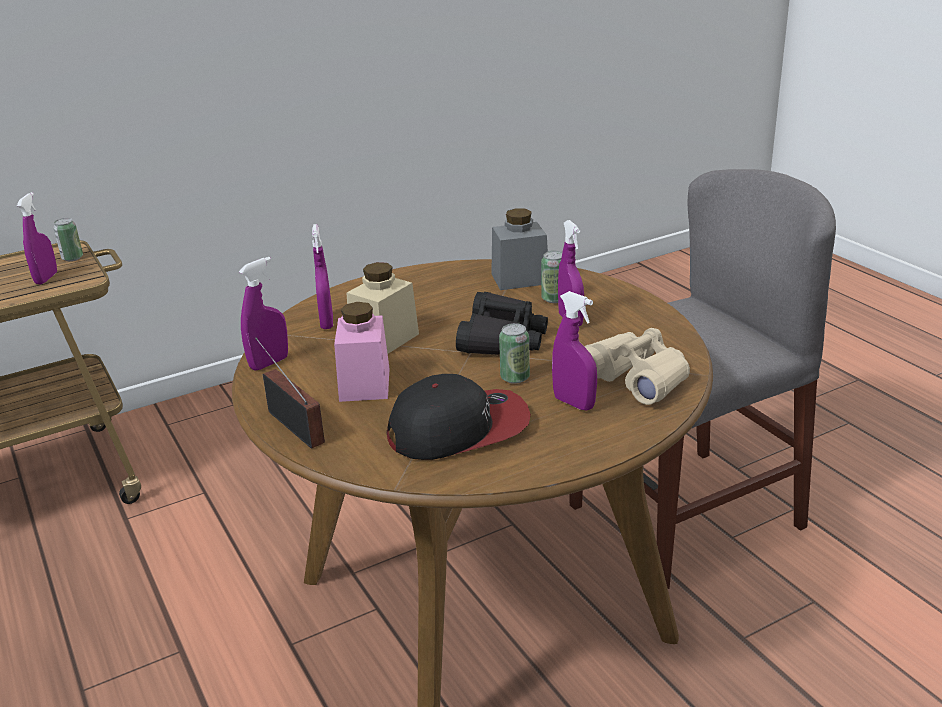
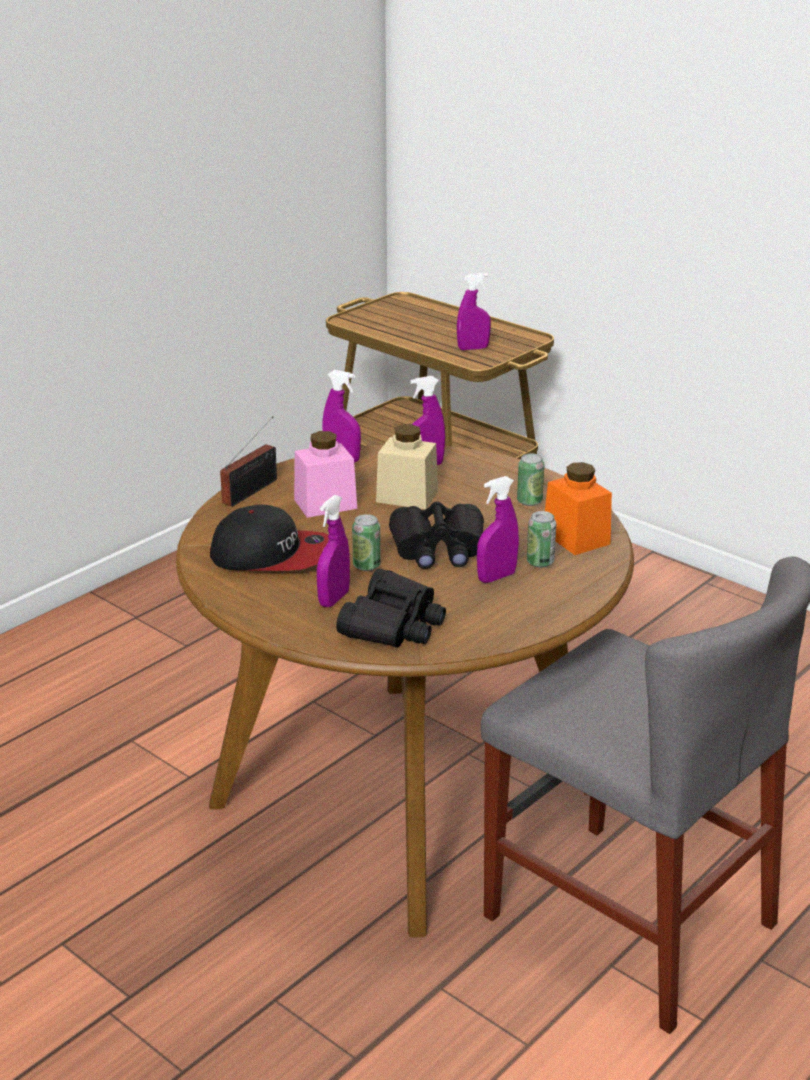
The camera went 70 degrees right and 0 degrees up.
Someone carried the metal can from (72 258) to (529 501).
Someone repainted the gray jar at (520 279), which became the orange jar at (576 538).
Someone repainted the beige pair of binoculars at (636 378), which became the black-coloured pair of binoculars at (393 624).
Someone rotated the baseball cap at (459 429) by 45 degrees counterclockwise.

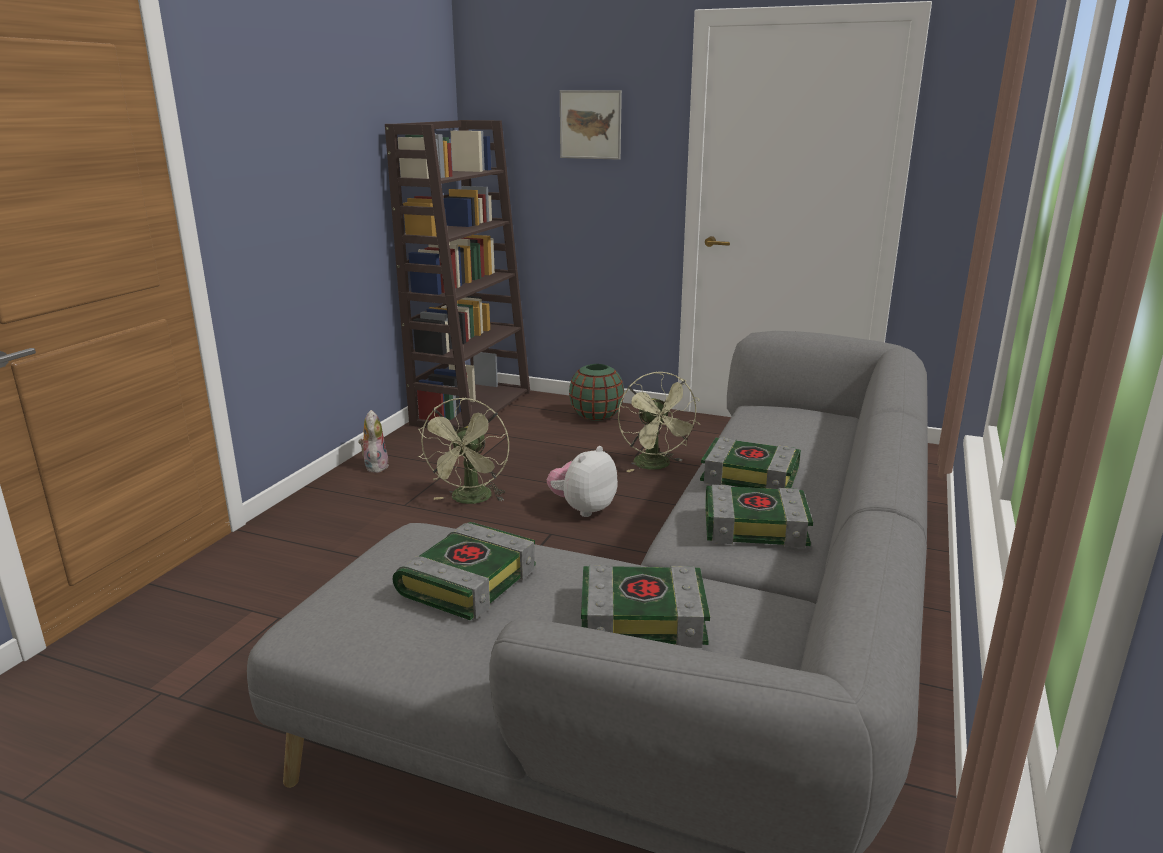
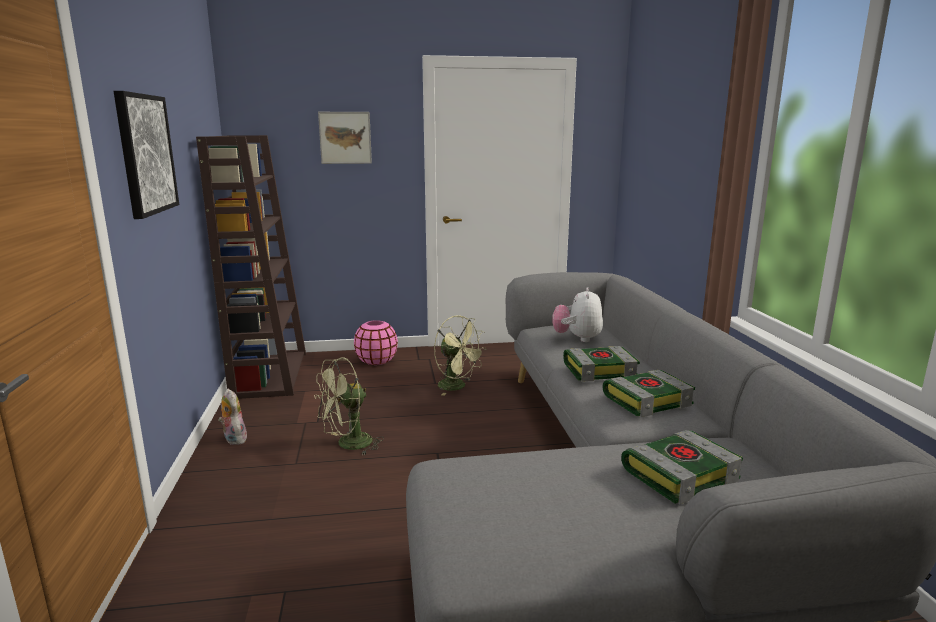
The camera went 30 degrees left and 5 degrees down.
Someone took away the volume at (467 580).
Someone put up the wall art at (145 154).
Someone carried the plush toy from (583 509) to (577 338).
Someone repainted the green-coloured vase at (596 416), which became the pink vase at (376 361).
Someone rotated the green-coloured electric fan at (470 500) by 75 degrees clockwise.

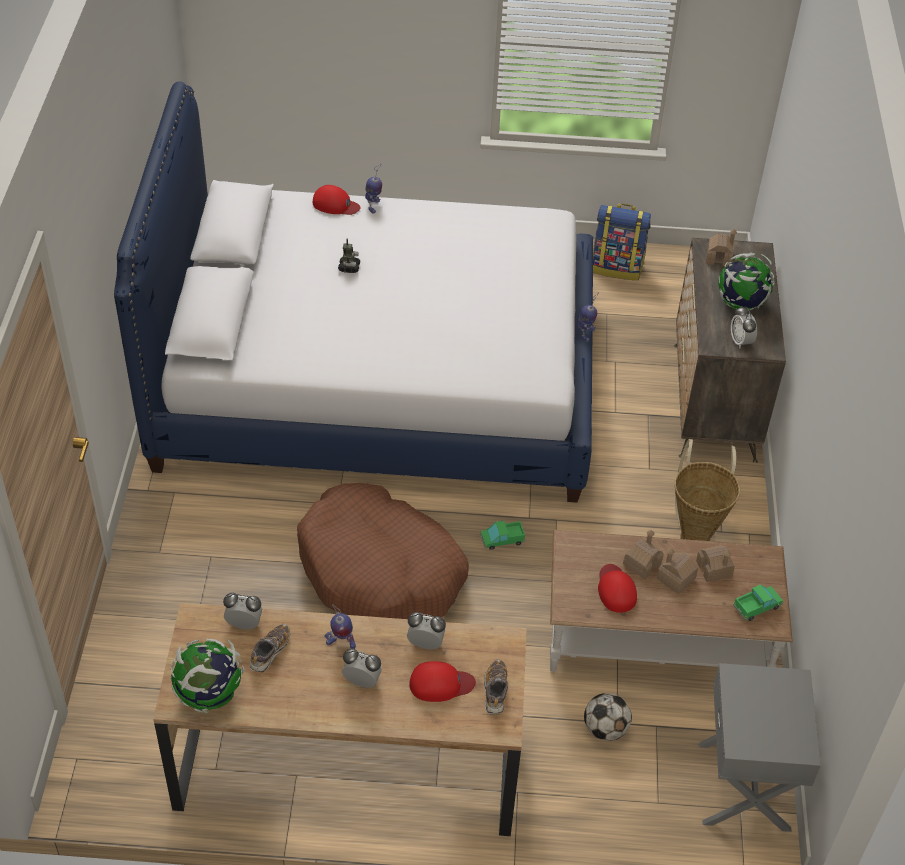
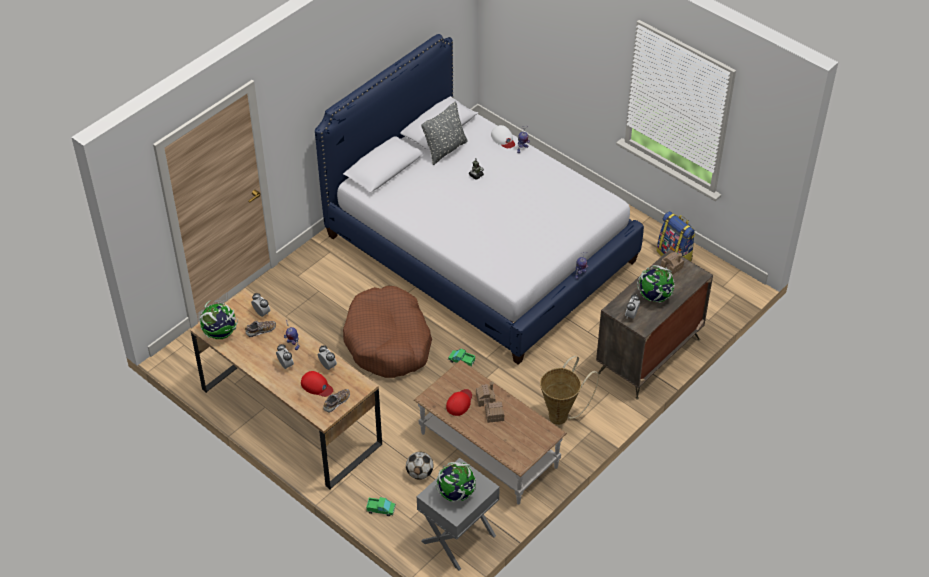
The camera went 40 degrees right and 0 degrees up.
Someone took away the model house at (714 568).
Someone put down the gray pillow at (445 150).
Someone put down the world globe at (456 494).
Someone carried the model truck from (757 606) to (381 509).
Someone repainted the reddish baseball cap at (335 204), which became the white-coloured baseball cap at (503 139).

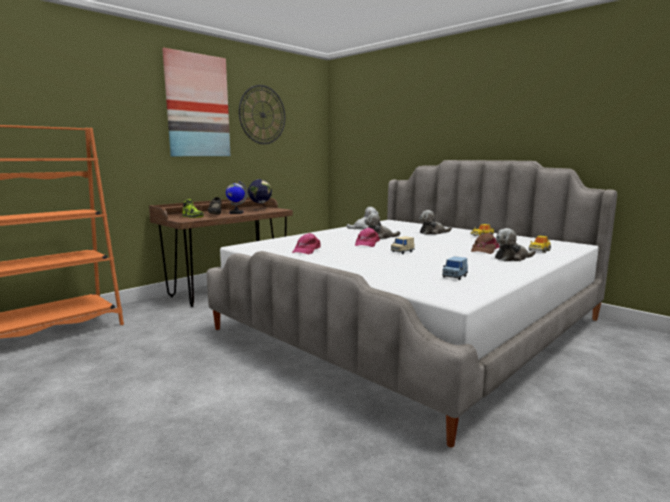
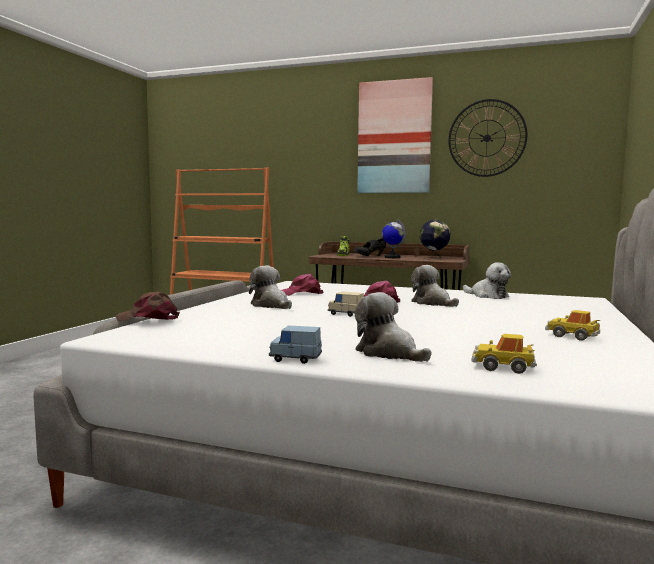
The camera went 65 degrees right and 5 degrees down.
Someone carried the plush toy from (433 233) to (271 305).
Someone carried the bluish model car from (454 277) to (295 359).
Someone carried the brown-coloured baseball cap from (484 250) to (148 318).

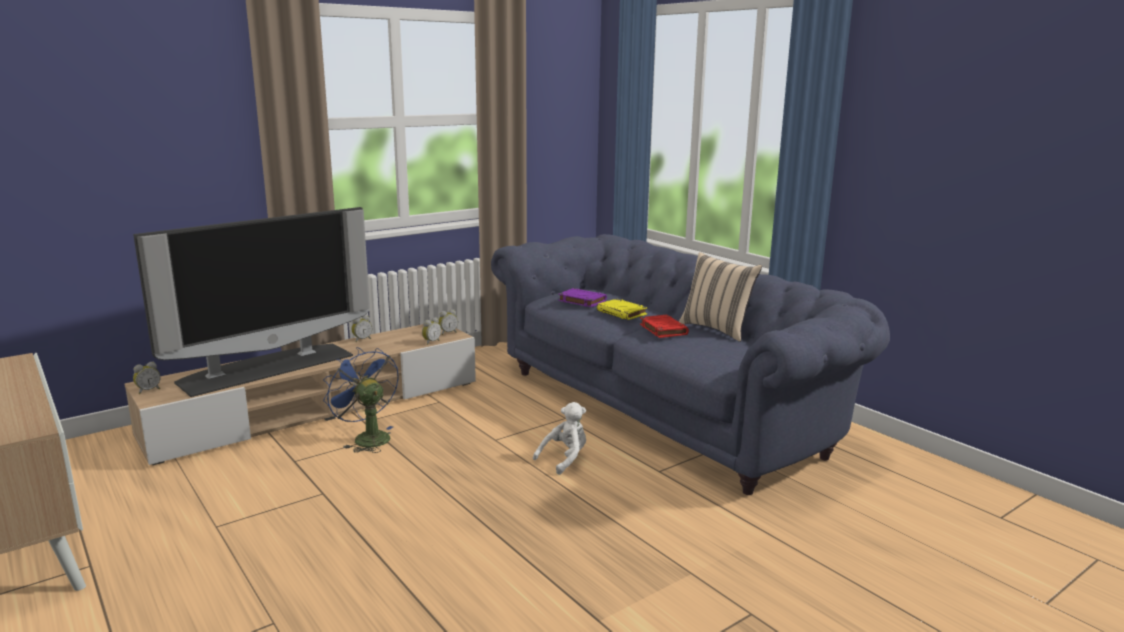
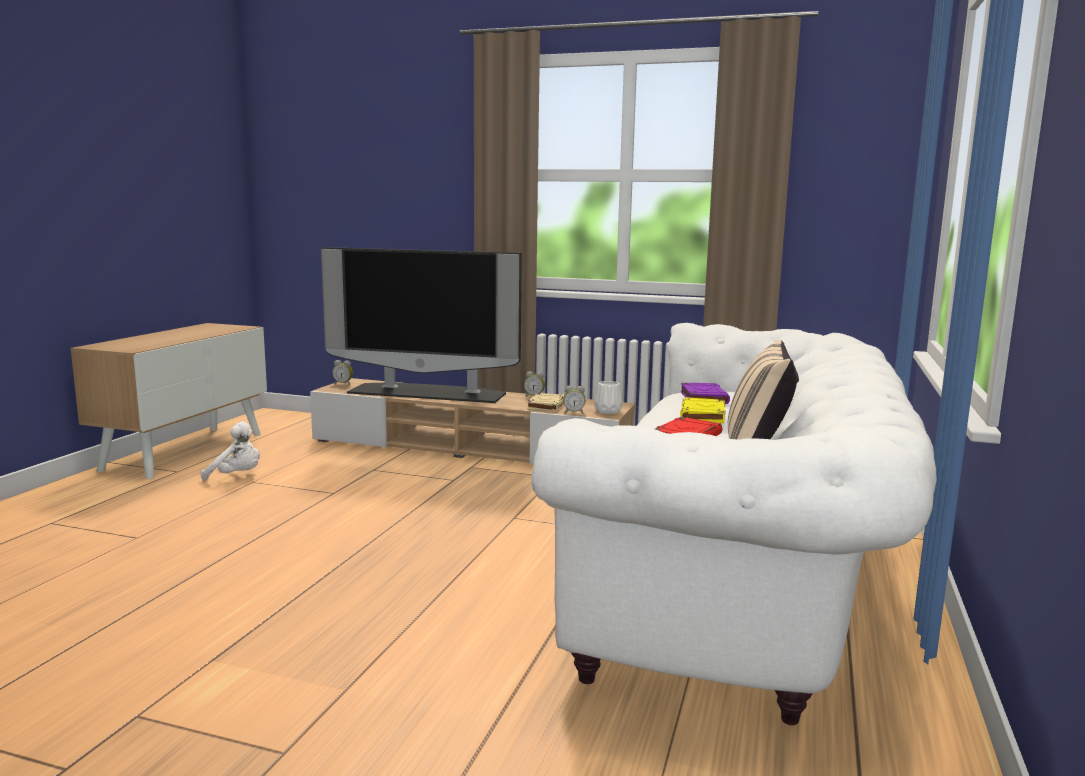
The camera went 55 degrees right and 5 degrees down.
Someone took away the bluish electric fan at (366 438).
Someone put down the beige volume at (546 405).
Someone carried the white-coloured plush toy from (564 459) to (237 476).
Someone swapped the table clock at (448 333) for the white-coloured vase at (608 411).
Someone repainted the bluish couch at (669 408), which became the white-coloured couch at (745 574).

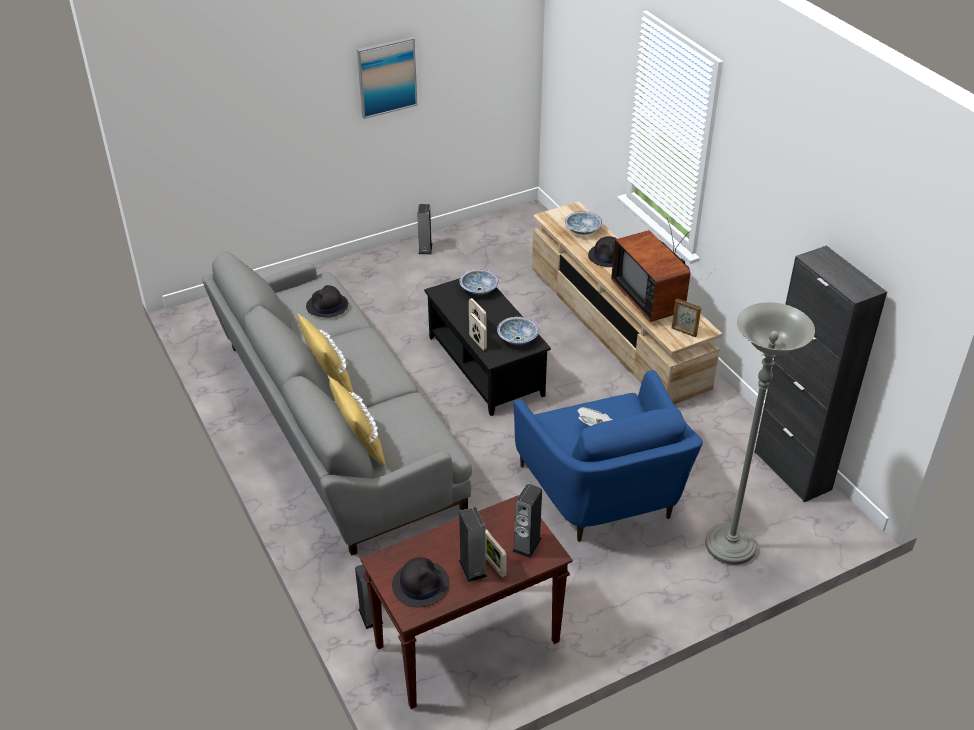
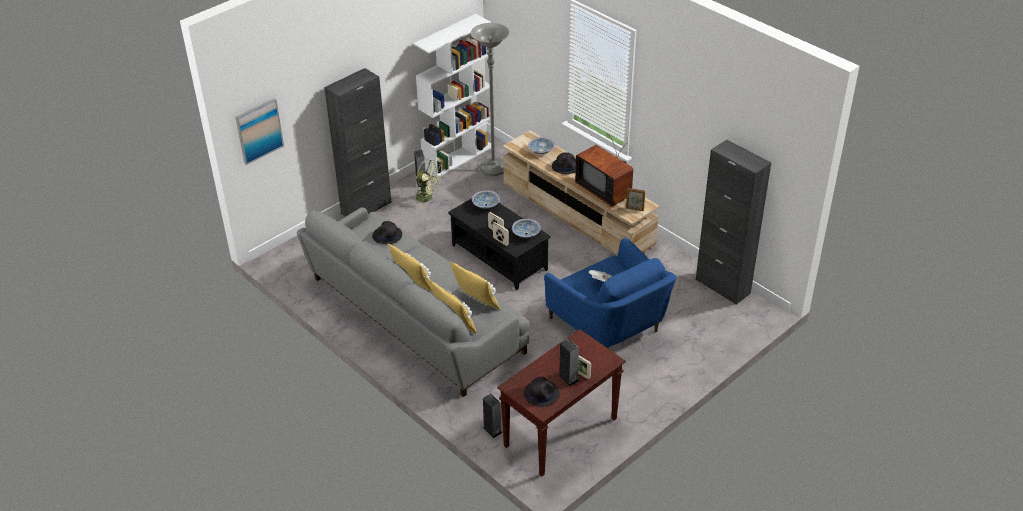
The camera went 15 degrees left and 0 degrees up.
Someone took away the speaker at (527 544).
Someone put down the black-coloured cupboard at (366 208).
Someone put down the white-coloured shelving unit at (458 157).
Someone put down the green-coloured electric fan at (428 198).
Someone put down the yellow pillow at (475 303).
Someone carried the wall art from (387 77) to (259 131).
Someone carried the gray standard lamp from (730 546) to (493 168).

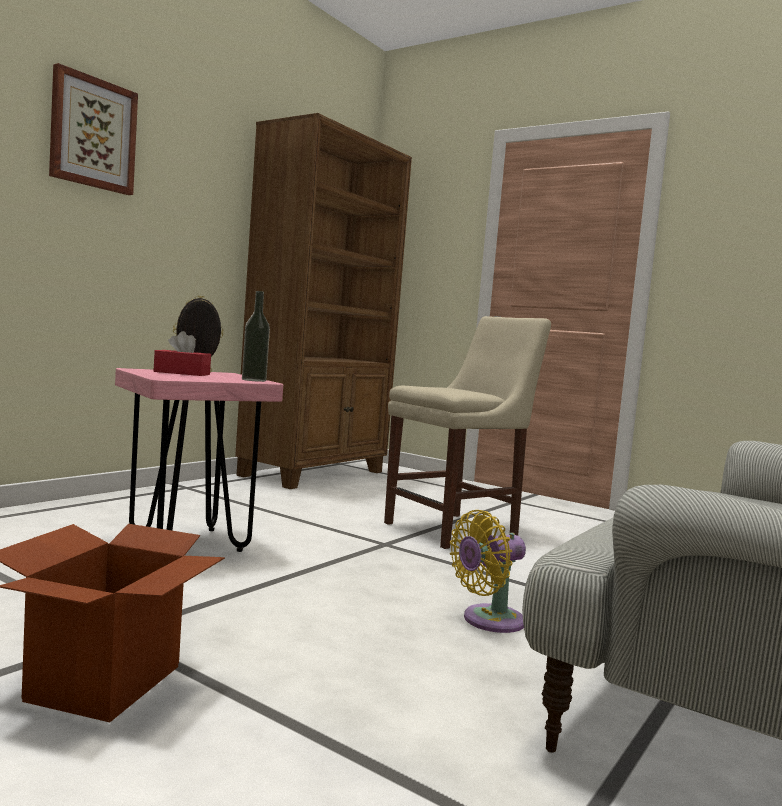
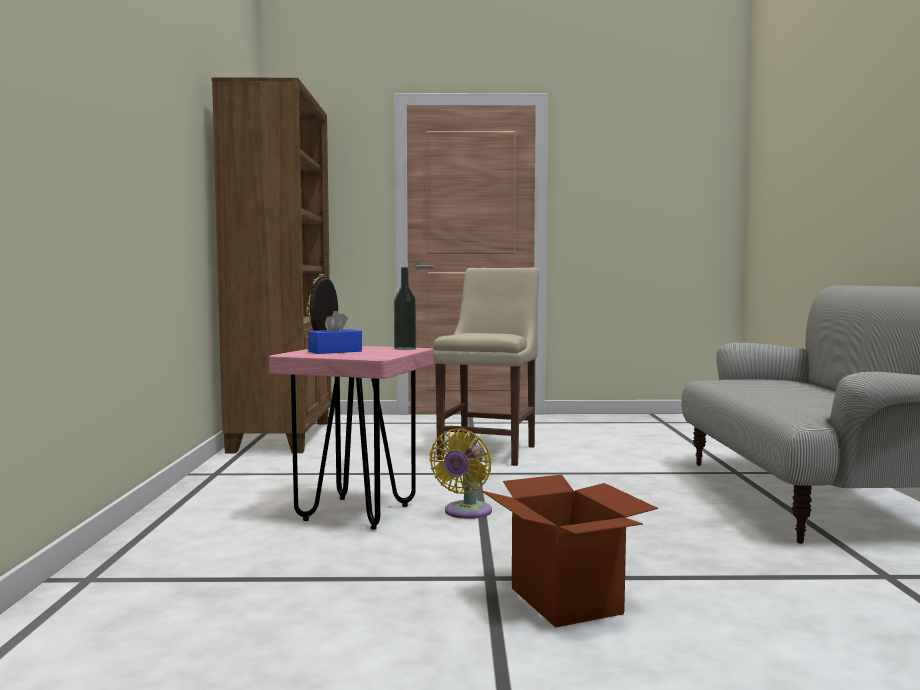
The camera went 35 degrees left and 0 degrees up.
Someone took away the wall art at (92 133).
Someone carried the yellow electric fan from (488 621) to (465 512).
Someone repainted the reddish box of tissues at (182 373), which became the bluish box of tissues at (335 351).

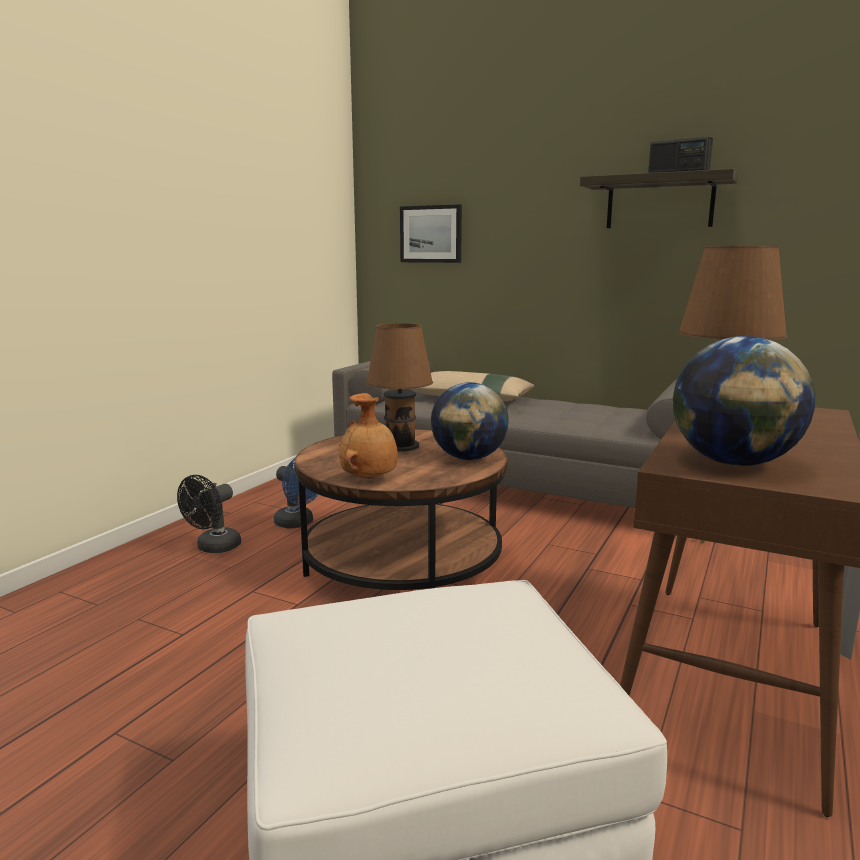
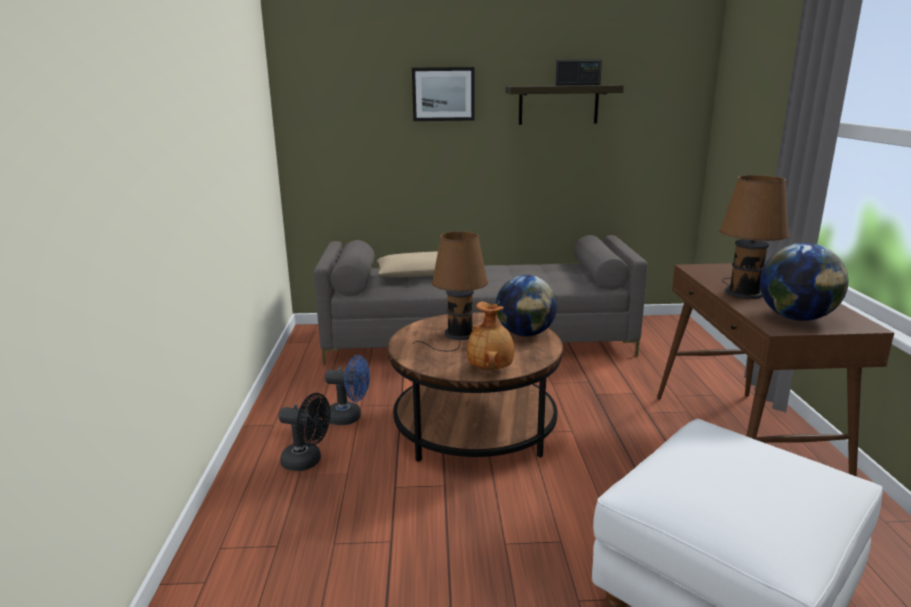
The camera went 30 degrees left and 5 degrees up.
Someone carried the wall art from (431 234) to (443 94).
Someone rotated the black-coloured electric fan at (214 548) by 75 degrees counterclockwise.

